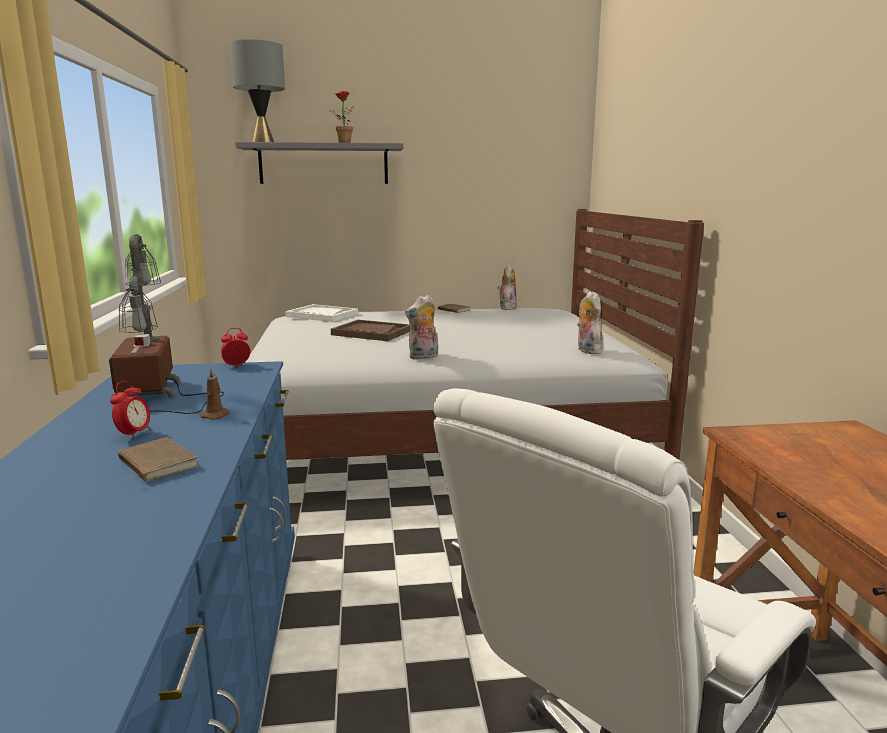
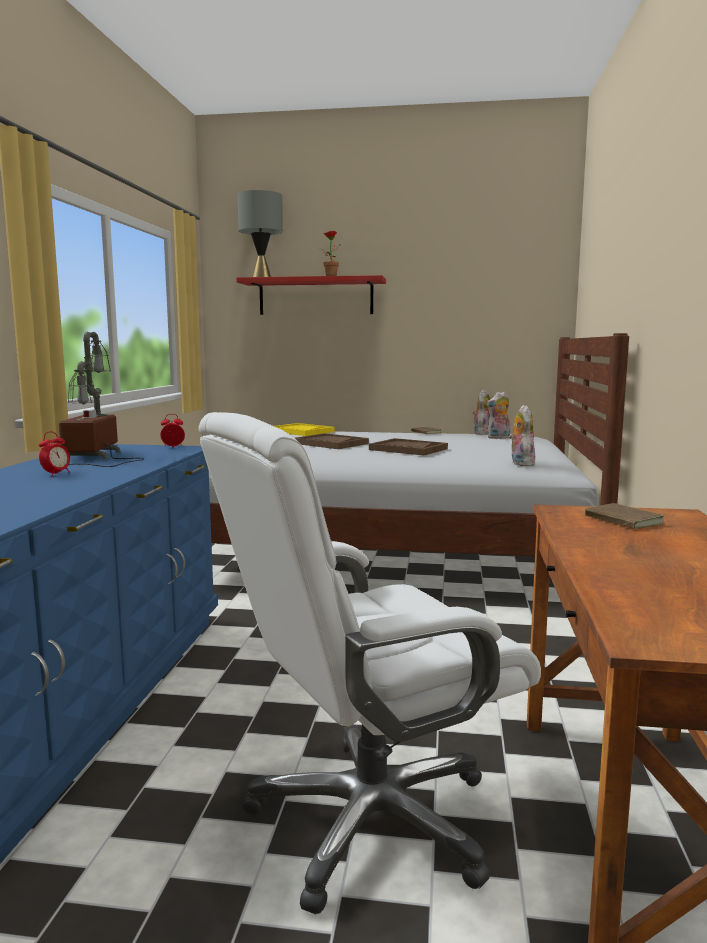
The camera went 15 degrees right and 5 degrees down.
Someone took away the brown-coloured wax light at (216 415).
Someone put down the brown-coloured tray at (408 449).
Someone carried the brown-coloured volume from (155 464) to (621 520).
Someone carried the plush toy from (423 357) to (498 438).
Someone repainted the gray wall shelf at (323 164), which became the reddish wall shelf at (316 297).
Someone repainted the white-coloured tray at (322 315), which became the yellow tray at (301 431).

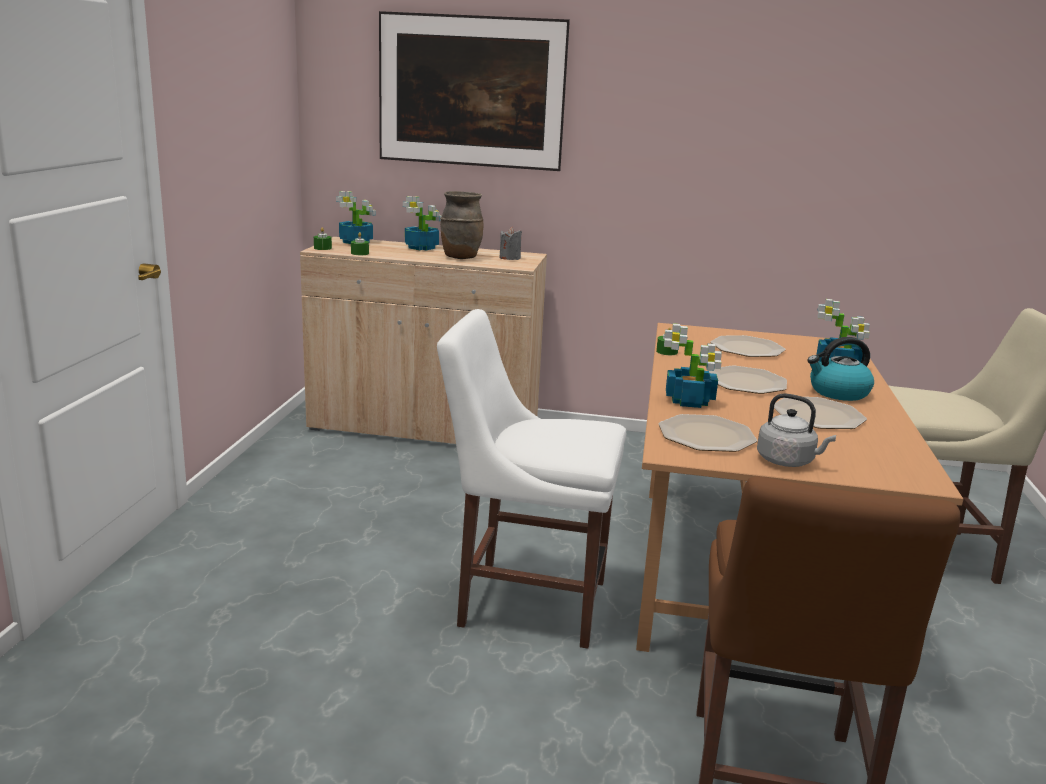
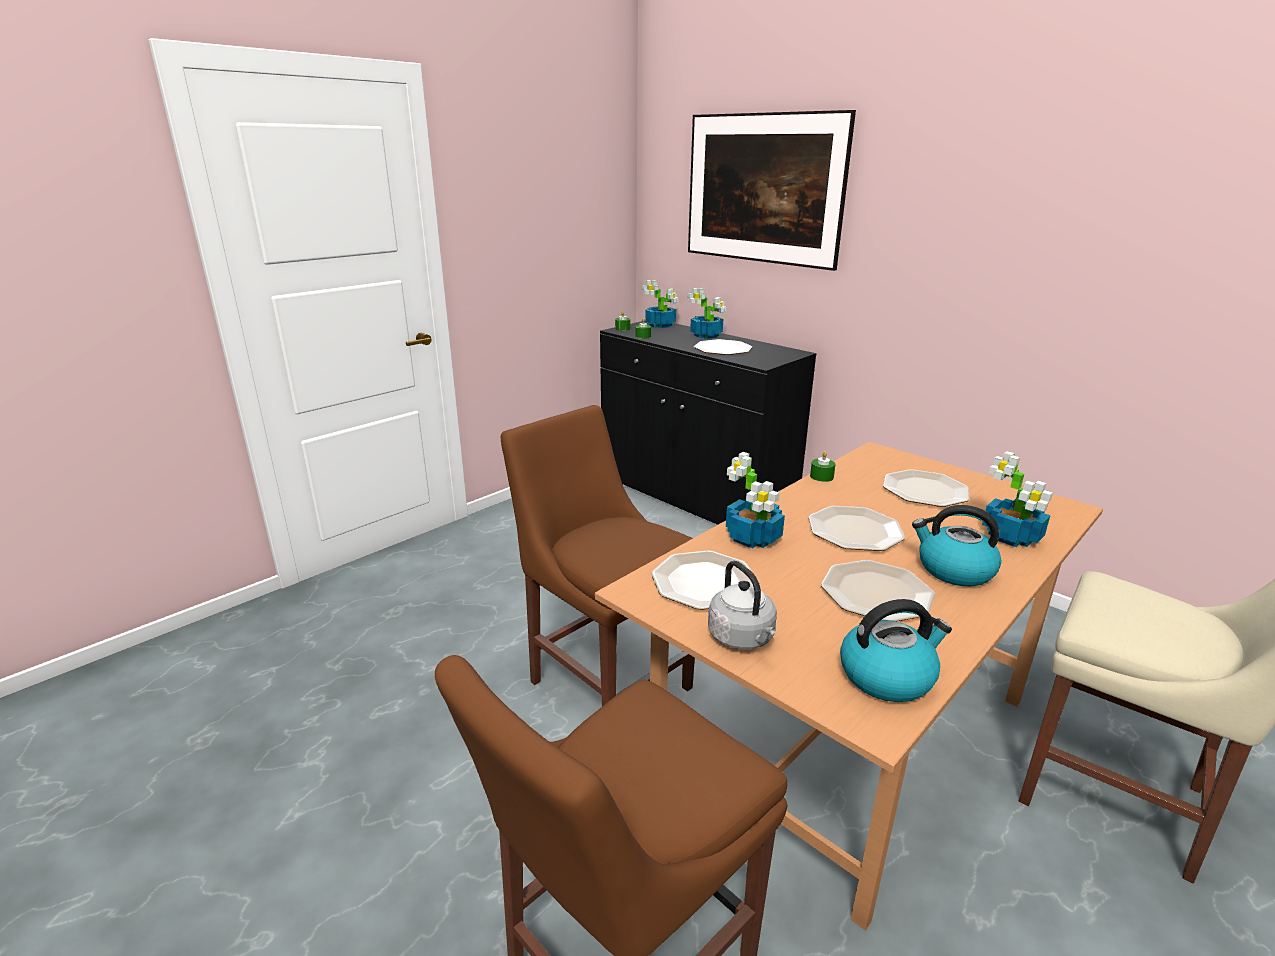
The camera went 35 degrees right and 5 degrees up.
Someone took away the gray wax light at (510 258).
Someone put down the water kettle at (887 676).
Someone swapped the brown-coloured vase at (460 257) for the flat dish at (723 349).
Someone repainted the beige cupboard at (424 427), which became the black-coloured cupboard at (694 496).
Someone repainted the white-coloured plain chair at (525 601), which became the brown-coloured plain chair at (606 680).

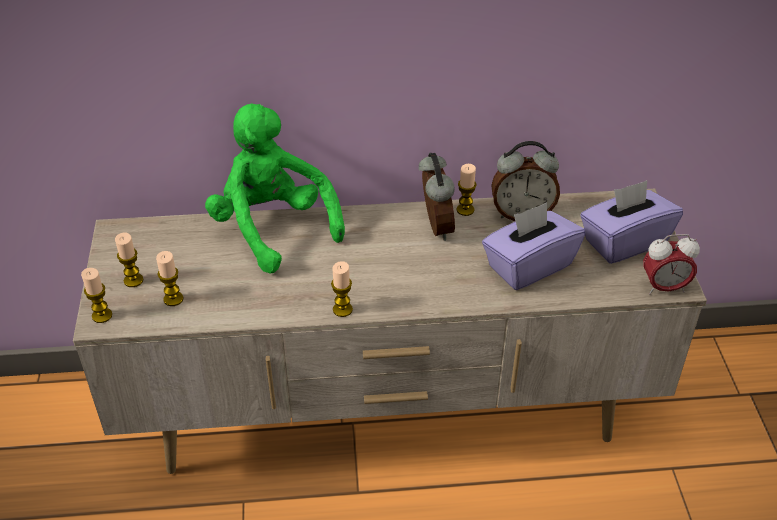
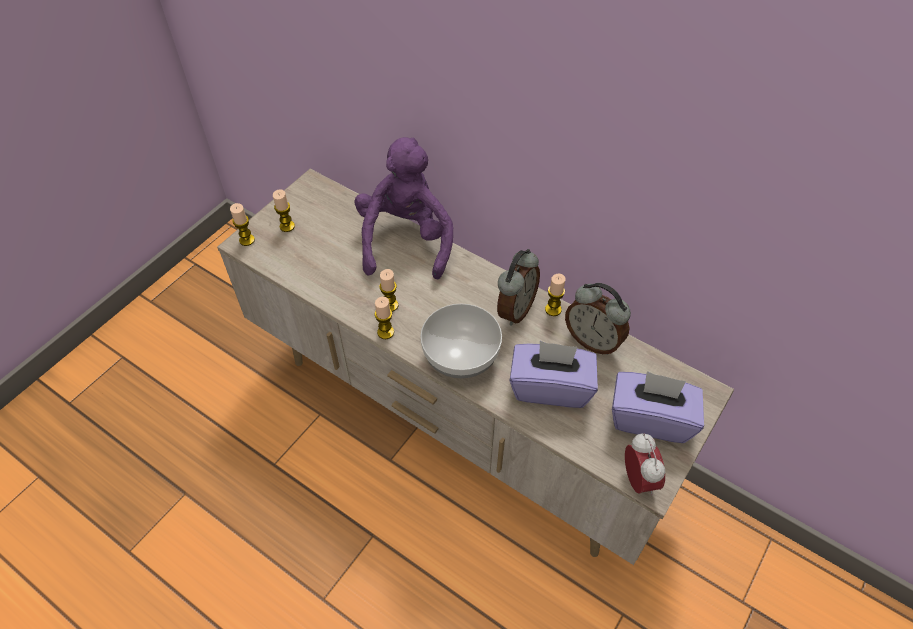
The camera went 40 degrees right and 10 degrees up.
Someone put down the deep dish at (459 357).
Someone carried the wax light from (173 299) to (390 305).
Someone repainted the green-coloured plush toy at (272 228), which became the purple-coloured plush toy at (406 240).
Someone rotated the table clock at (664 288) by 135 degrees counterclockwise.

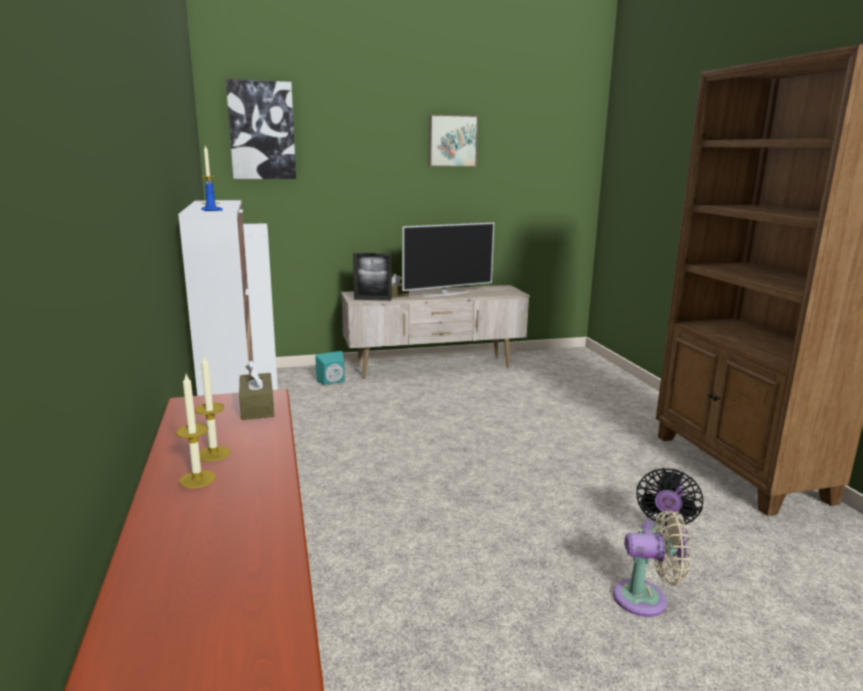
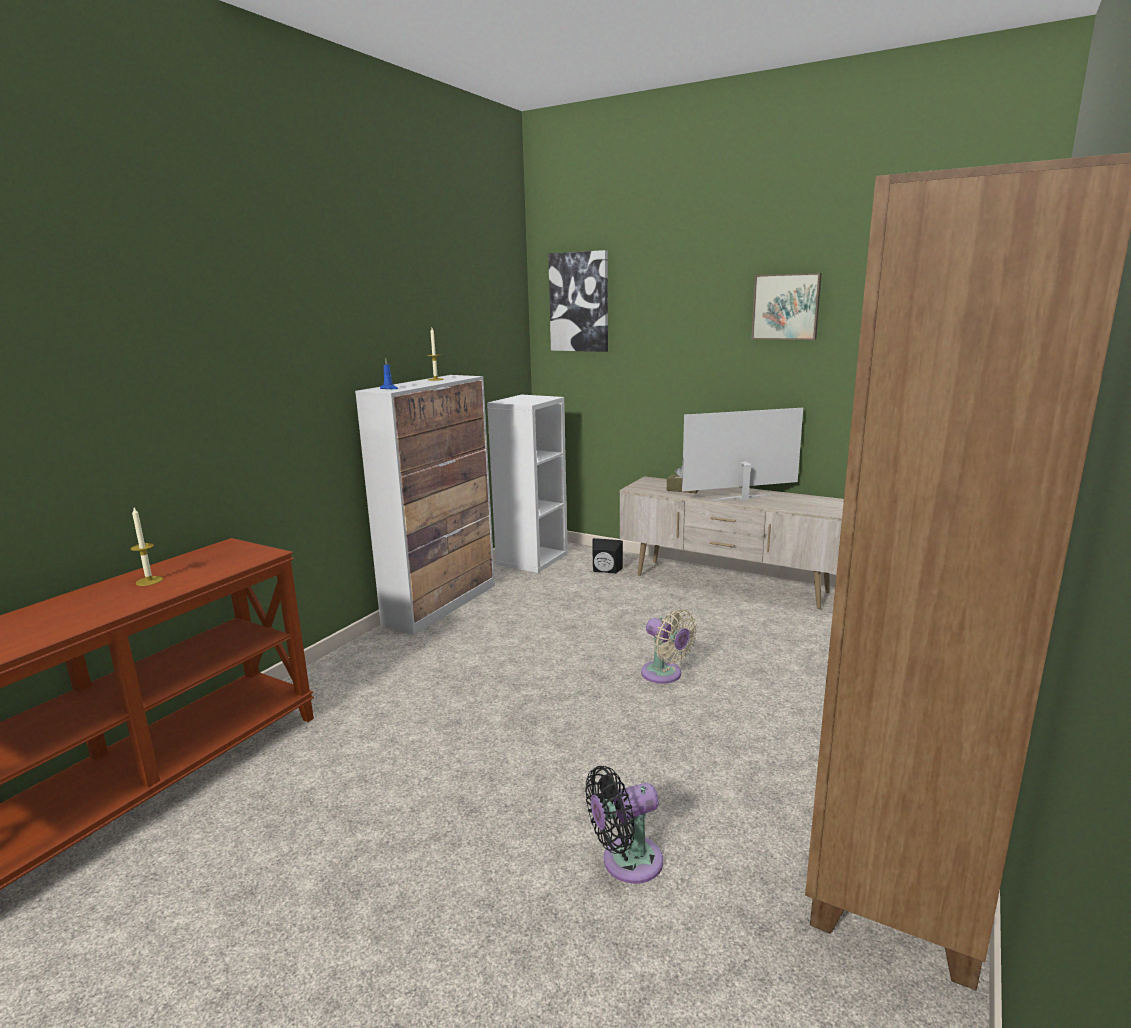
The camera went 45 degrees right and 0 degrees up.
Someone took away the wax light at (197 479).
Someone took away the brown-coloured box of tissues at (257 407).
Someone took away the picture frame at (372 299).
Someone carried the beige electric fan from (646 599) to (664 675).
Someone repainted the blue-green speaker at (332 382), which became the black-coloured speaker at (605 571).
Someone rotated the television at (446 294) by 150 degrees clockwise.

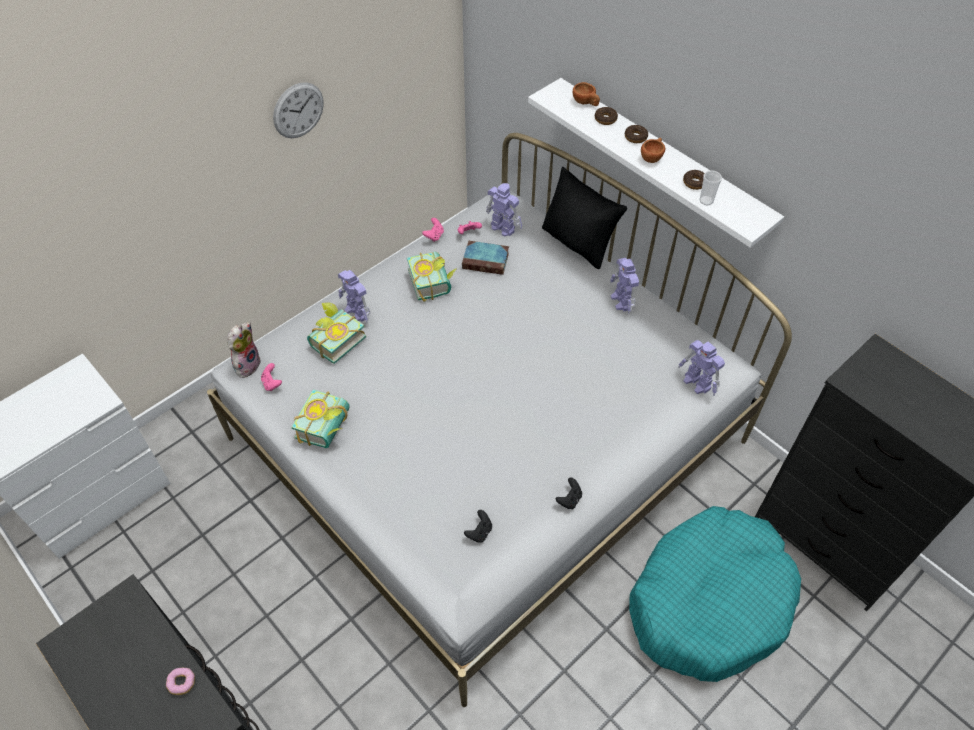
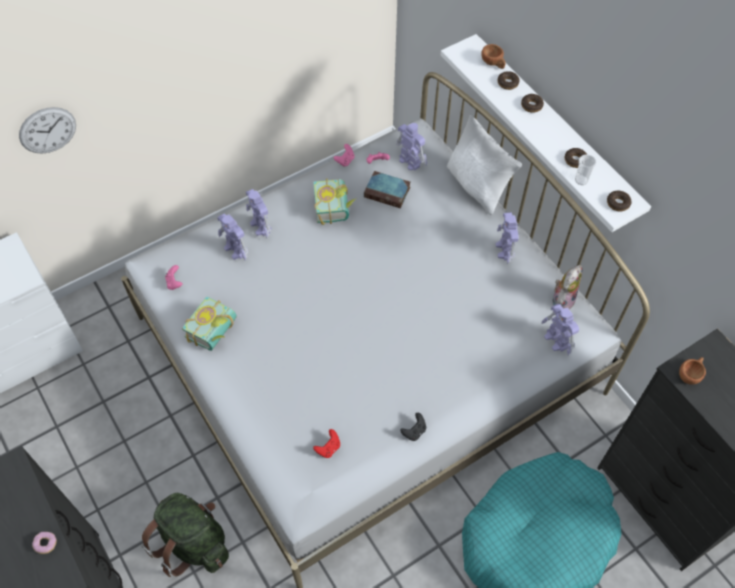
The camera went 10 degrees right and 5 degrees up.
Someone put down the green-coloured backpack at (193 542).
Someone put down the doughnut at (618 203).
Someone carried the plush toy from (247 364) to (562 300).
Someone carried the wall clock from (298 110) to (47 130).
Someone carried the brown-coloured cup from (652 157) to (690 374).
Someone swapped the volume at (334 340) for the model robot at (236 250).
Someone repainted the black-coloured joypad at (479 532), which became the reddish joypad at (328 448).
Someone repainted the black-coloured pillow at (578 243), which became the white-coloured pillow at (477 186).

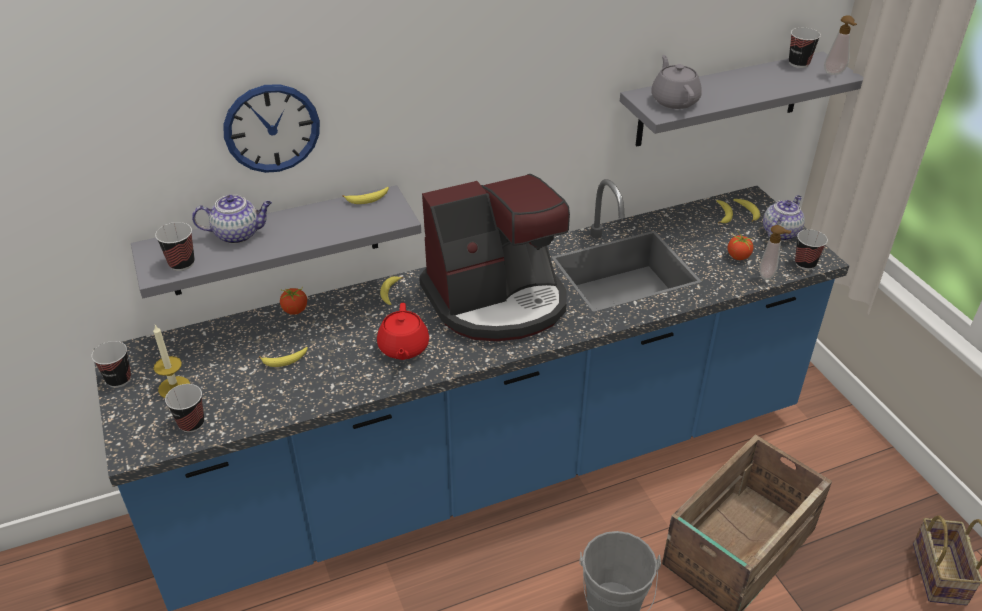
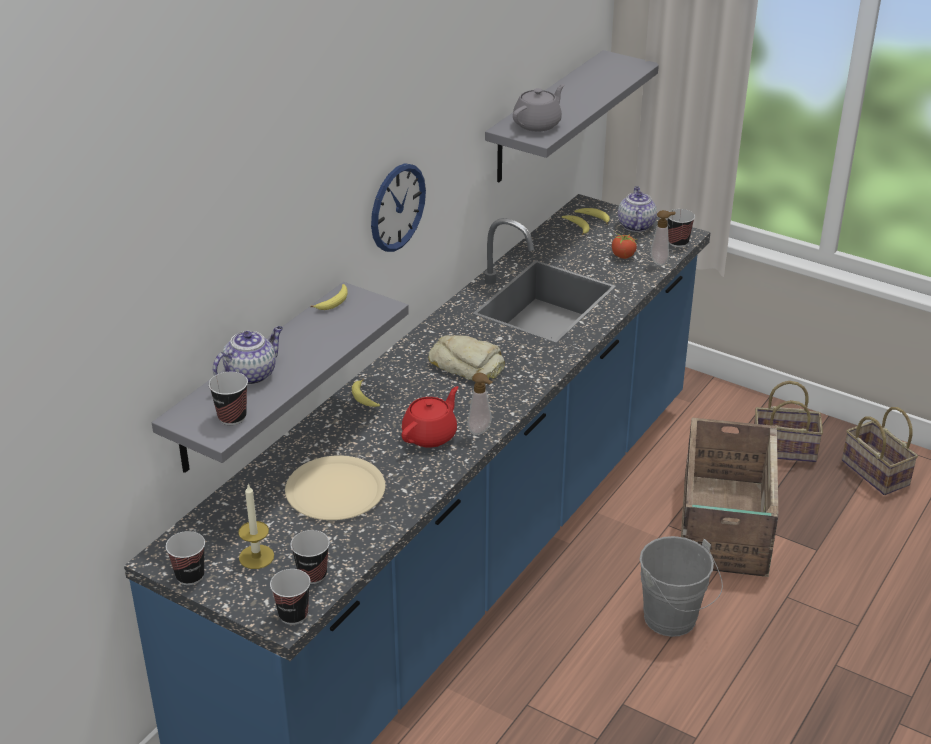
The camera went 35 degrees left and 5 degrees down.
Someone took away the whole tomato at (295 310).
Someone put down the storage basket at (785 449).
Someone carried the wall clock from (272 128) to (397 207).
Someone carried the cup from (798 63) to (293 614).
Someone carried the soap dispenser from (835 73) to (481 431).
Someone swapped the banana fruit at (285 360) for the beige flat dish at (335 490).
Someone swapped the coffee maker at (497 300) for the baked bread at (467 365).
Someone rotated the reddish tea pot at (403 348) by 105 degrees counterclockwise.
Someone rotated the gray tea pot at (674 100) by 90 degrees clockwise.

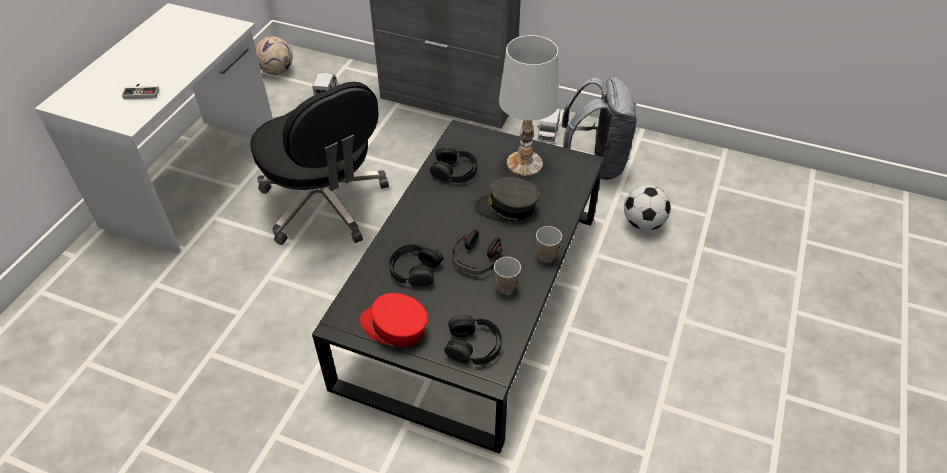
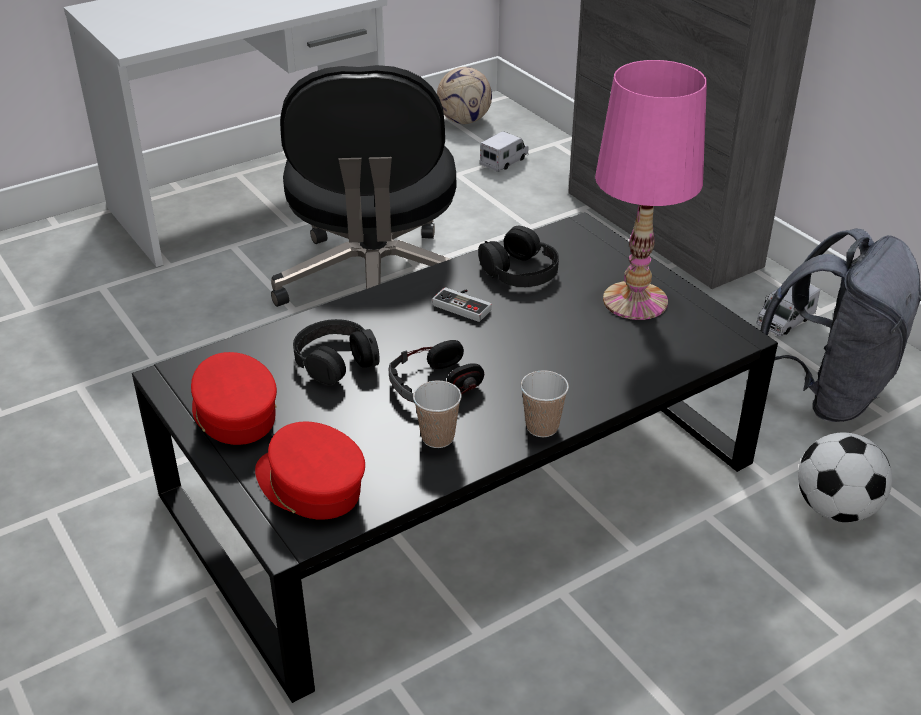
The camera went 35 degrees right and 10 degrees down.
Someone took away the gray baseball cap at (507 207).
Someone carried the joypad from (142 92) to (465 305).
Someone swapped the black-coloured headset at (473 345) for the reddish baseball cap at (310 486).
Someone repainted the white-coloured tabletop lamp at (524 164), which became the pink tabletop lamp at (635 301).

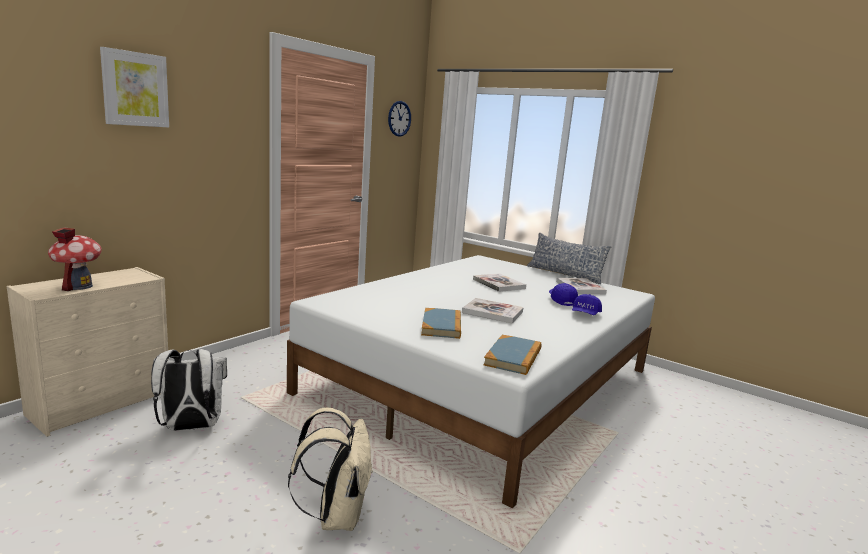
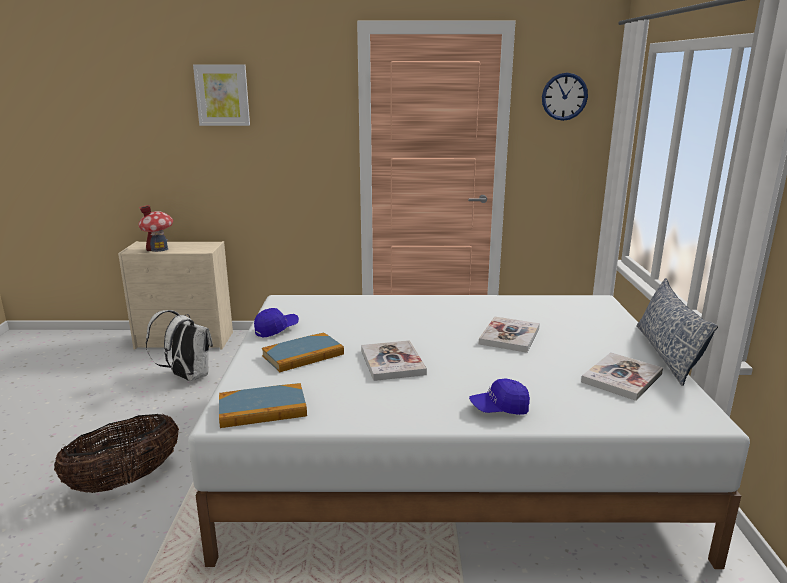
The camera went 55 degrees right and 5 degrees up.
Someone carried the bluish baseball cap from (561 300) to (276 329).
Someone swapped the beige backpack at (336 515) for the storage basket at (125 480).

